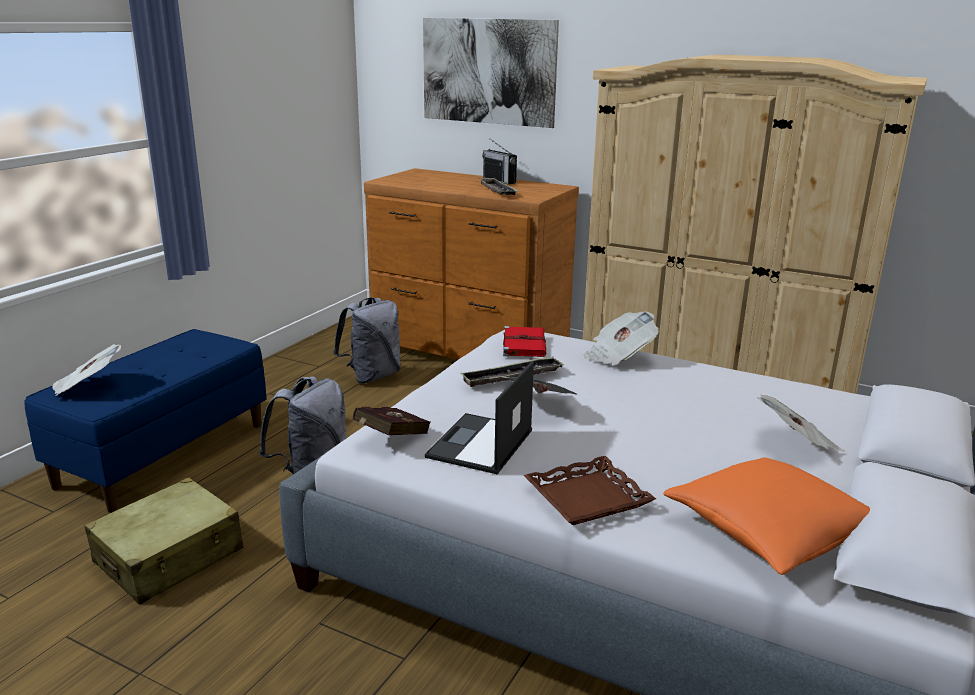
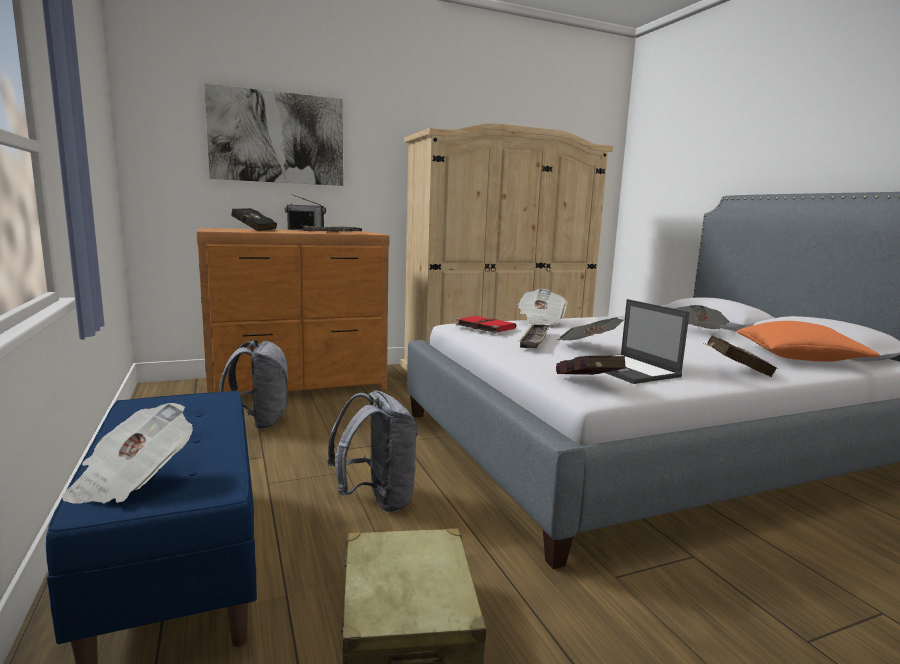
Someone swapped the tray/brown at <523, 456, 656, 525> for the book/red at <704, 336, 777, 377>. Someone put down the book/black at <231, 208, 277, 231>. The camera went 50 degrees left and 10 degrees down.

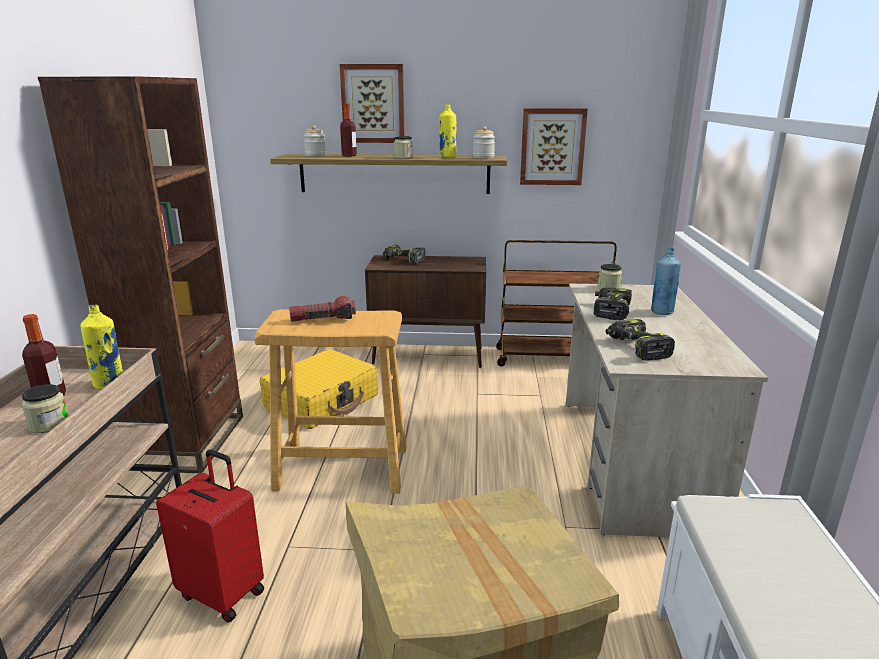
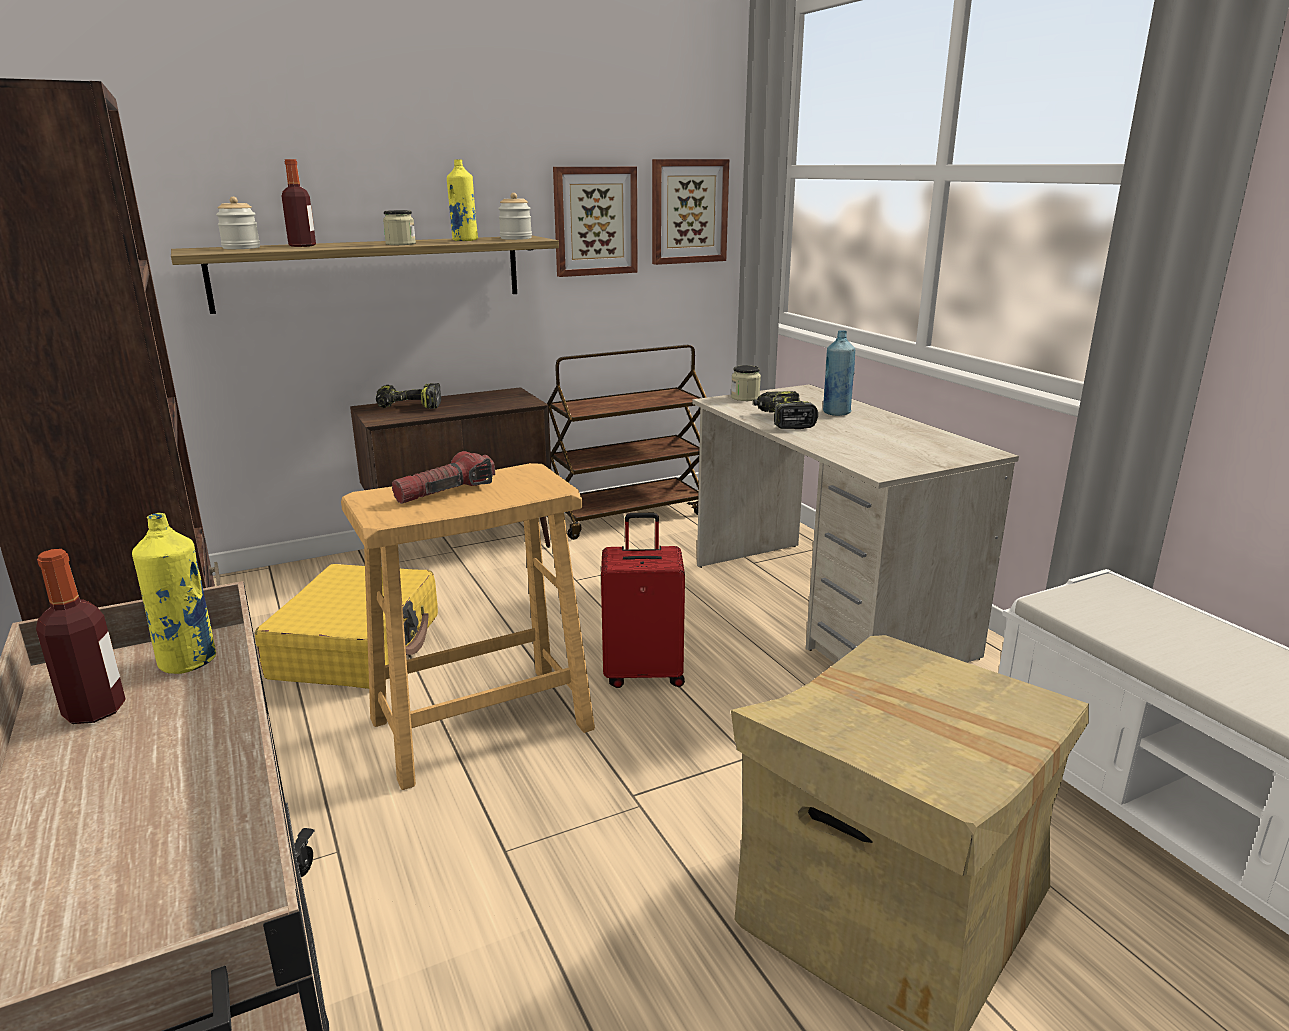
Someone took away the jar at <22, 384, 68, 433>. Someone carried the suitcase/red from <156, 450, 264, 623> to <601, 513, 685, 688>. Someone carried the picture from <340, 64, 405, 143> to <652, 159, 729, 265>. Someone took away the power drill at <605, 319, 675, 361>. The camera went 30 degrees left and 0 degrees up.

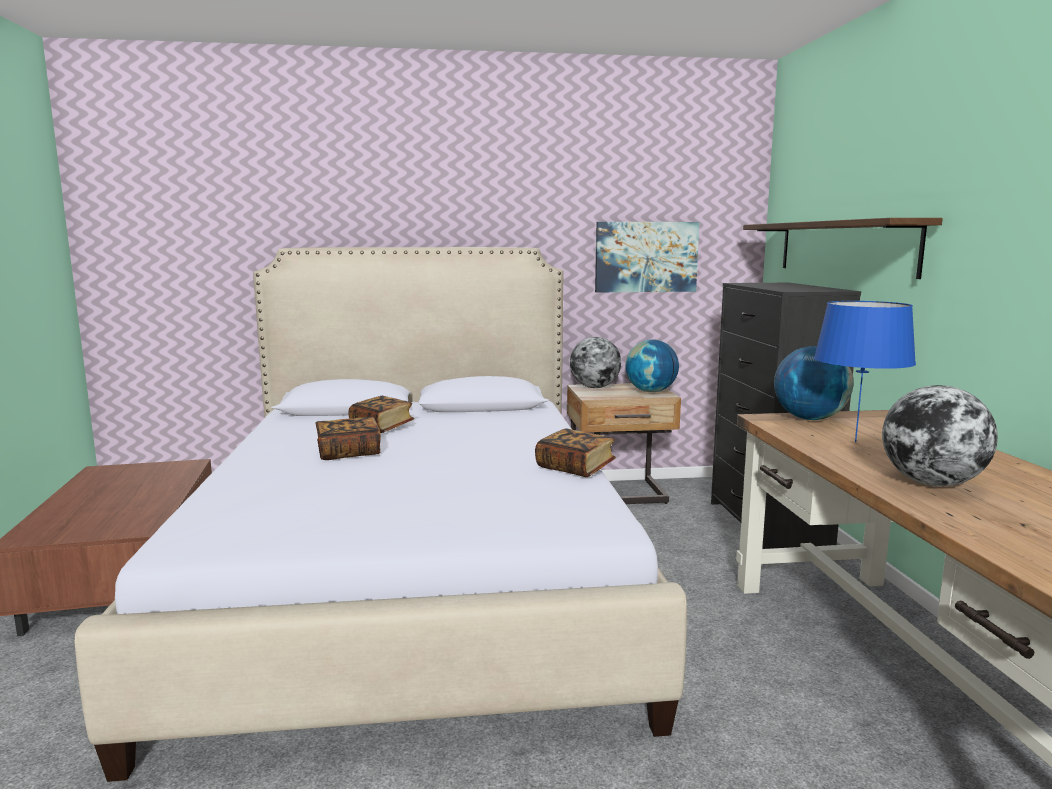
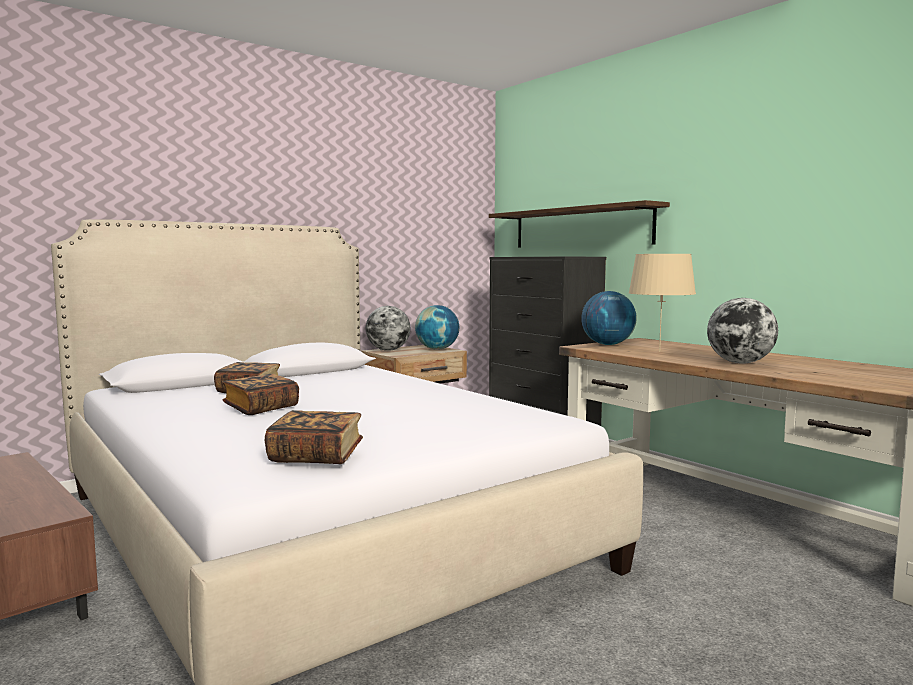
Someone carried the book from <535, 428, 616, 477> to <265, 410, 363, 464>. Someone took away the picture at <595, 222, 699, 292>. Someone repainted the table lamp/blue at <814, 301, 916, 442>, which became the table lamp/beige at <629, 254, 696, 352>. The camera went 30 degrees left and 5 degrees down.

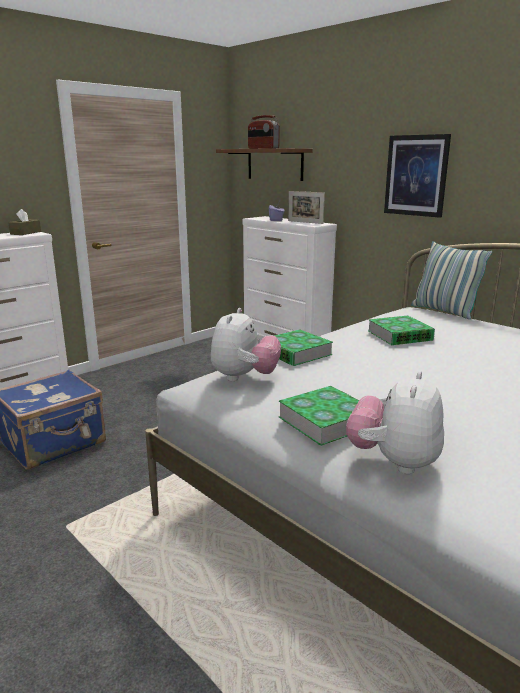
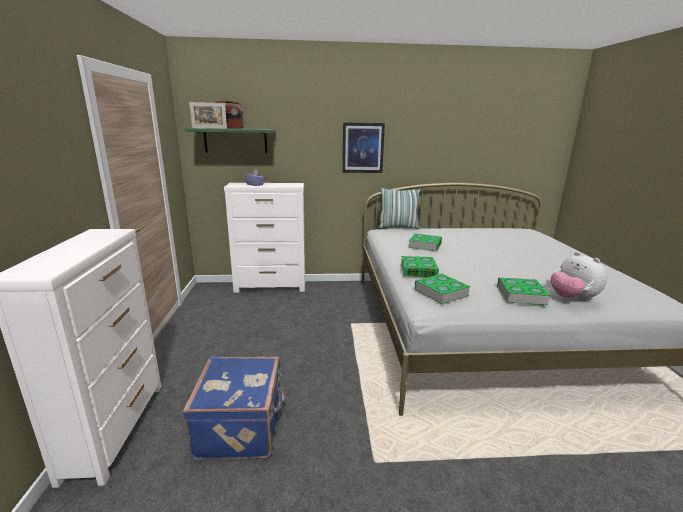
Someone took away the tissue box/brown at <8, 209, 41, 235>. Someone swapped the plush toy at <211, 308, 281, 381> for the book at <414, 274, 471, 304>. Someone repainted the shelf/brown at <216, 148, 313, 181>, which became the shelf/green at <185, 128, 275, 153>. Someone carried the picture frame from <288, 191, 325, 224> to <189, 102, 227, 129>. The camera went 50 degrees left and 0 degrees up.

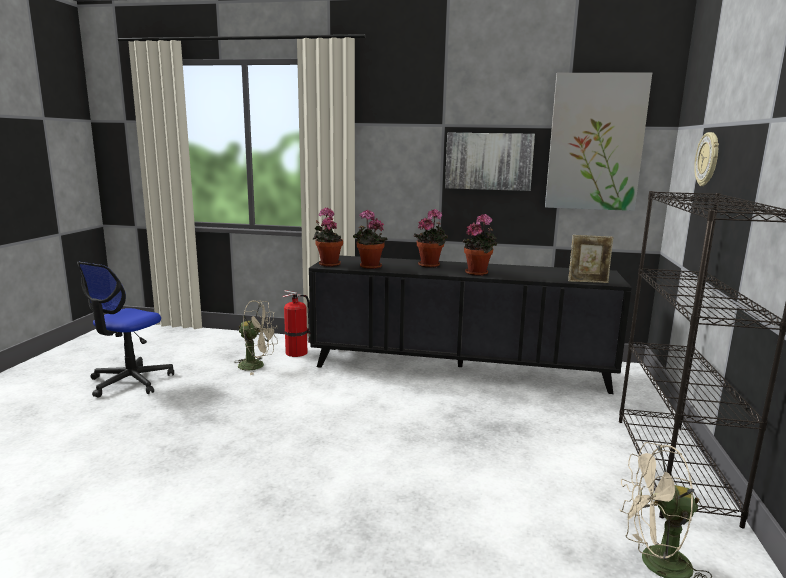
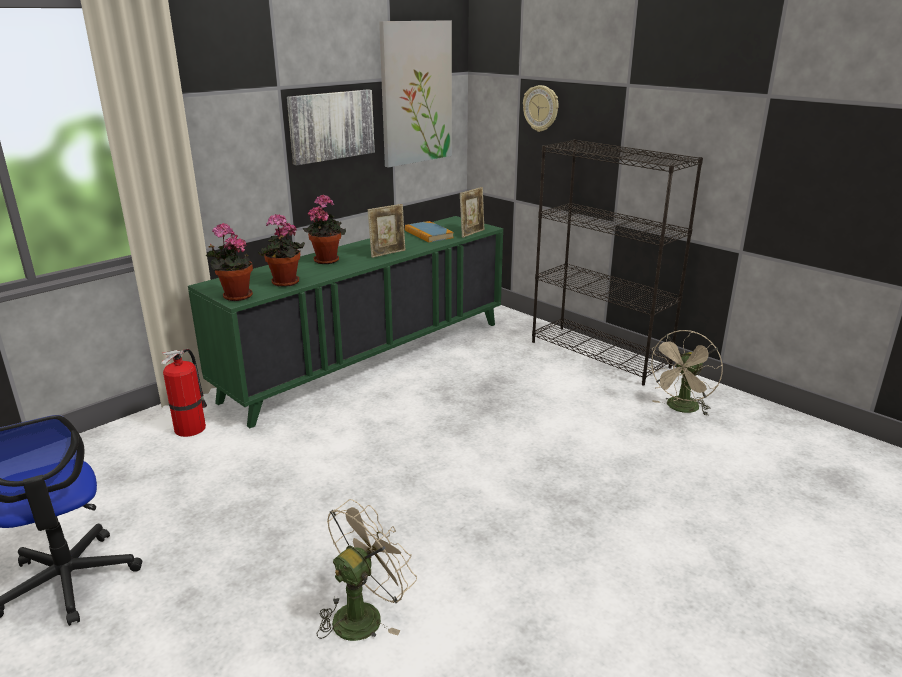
Someone carried the fan/beige from <234, 300, 278, 375> to <316, 499, 417, 641>. Someone repainted the cabinet/black at <309, 255, 632, 394>, which became the cabinet/green at <188, 216, 503, 428>. Someone swapped the potted plant at <463, 214, 497, 276> for the picture frame at <368, 204, 406, 258>. Someone put down the book at <405, 221, 454, 243>. The camera went 55 degrees left and 10 degrees up.

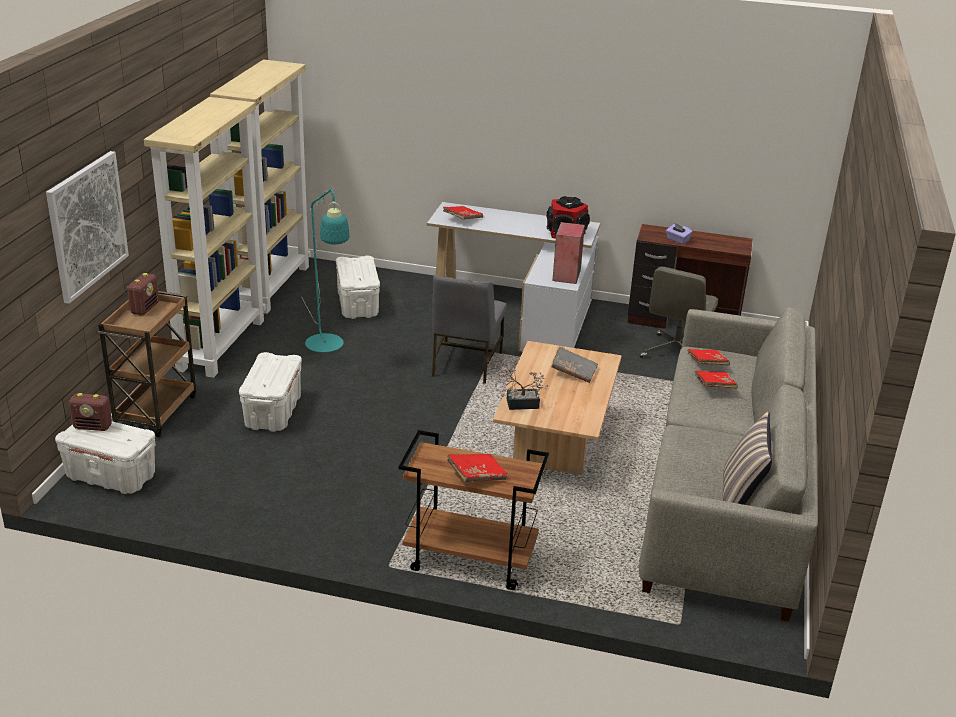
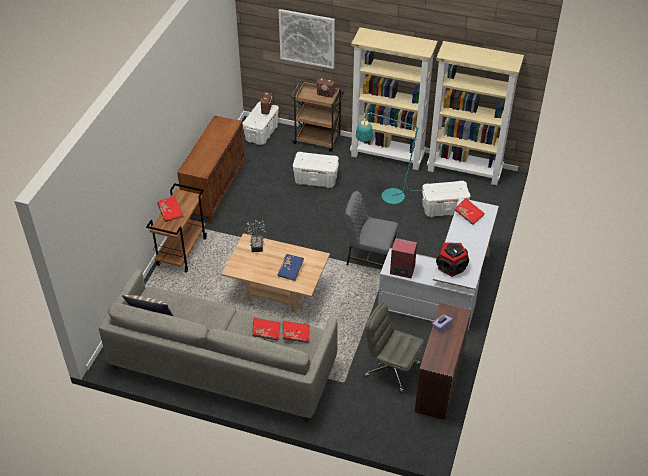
Someone repainted the book/grey at <551, 347, 598, 383>, which became the book/blue at <277, 254, 304, 281>. Someone put down the cabinet/brown at <177, 115, 245, 224>. The camera went 95 degrees right and 15 degrees up.

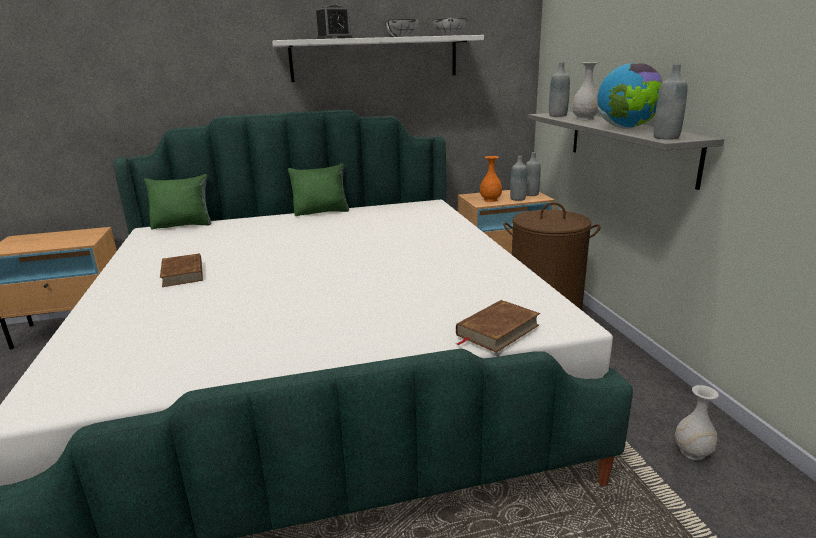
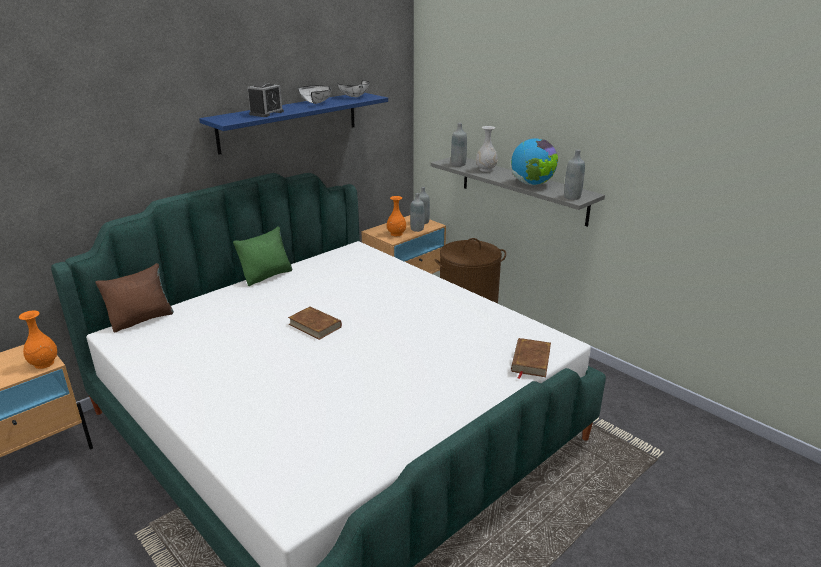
Someone repainted the pillow/green at <144, 174, 211, 229>, which became the pillow/brown at <95, 263, 174, 332>. Someone carried the book/brown from <160, 253, 203, 287> to <288, 306, 342, 340>. Someone repainted the shelf/white at <272, 35, 484, 82>, which became the shelf/blue at <199, 93, 388, 155>. Someone took away the vase/white at <675, 385, 719, 460>. Someone put down the vase/orange at <19, 310, 57, 369>. The camera went 30 degrees left and 5 degrees up.

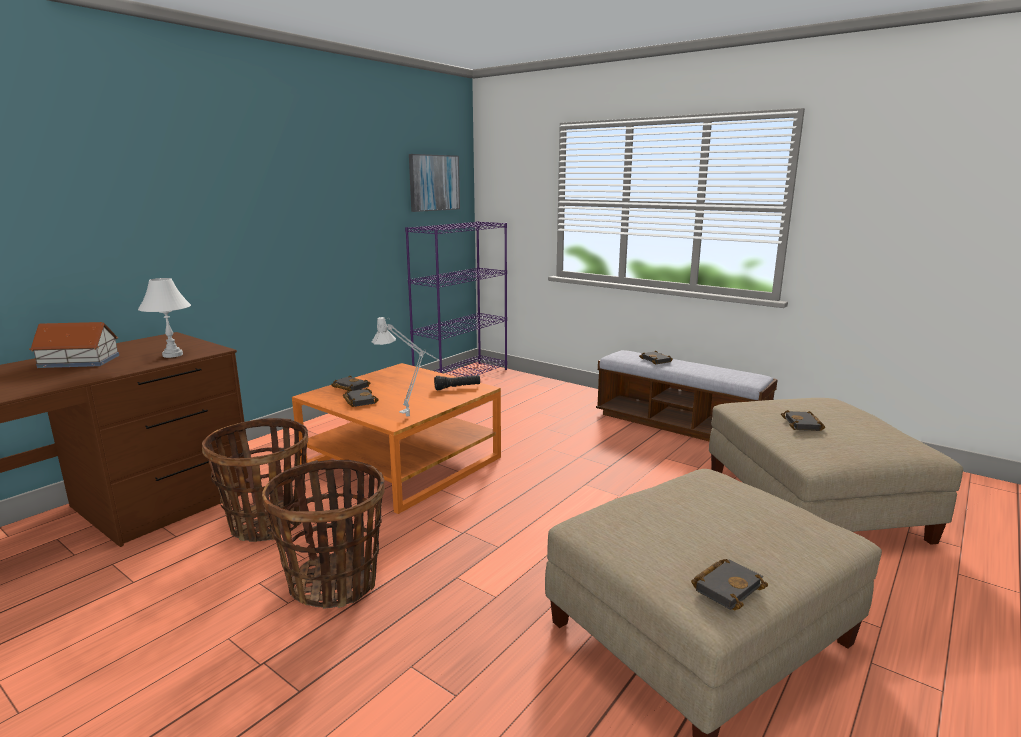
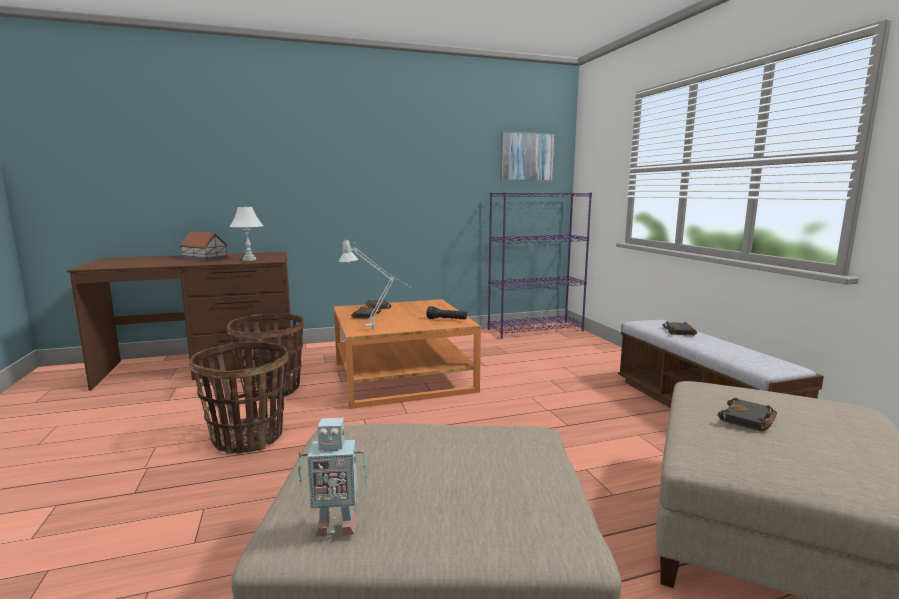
Someone swapped the book/black at <691, 559, 768, 610> for the toy robot at <298, 418, 367, 537>. The camera went 35 degrees right and 5 degrees down.

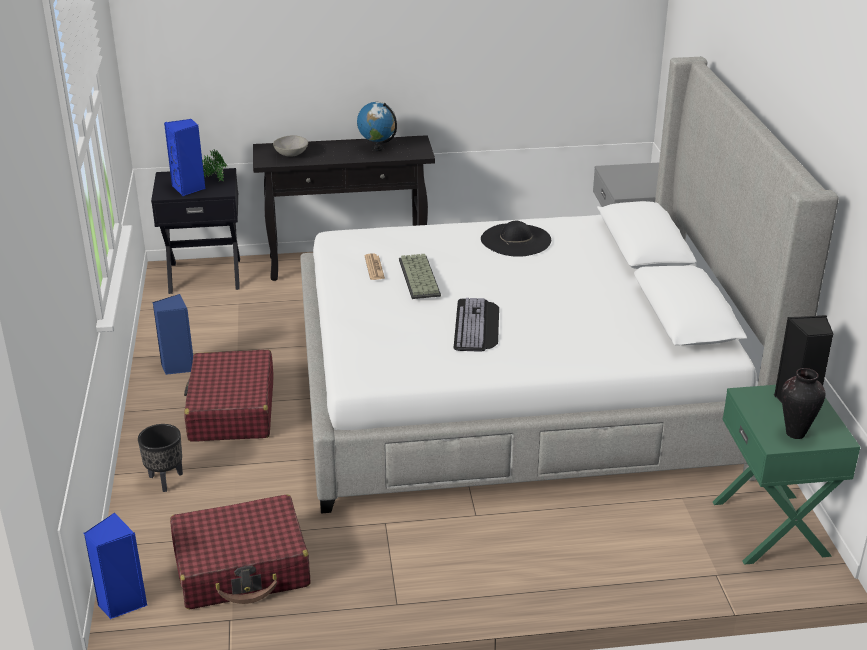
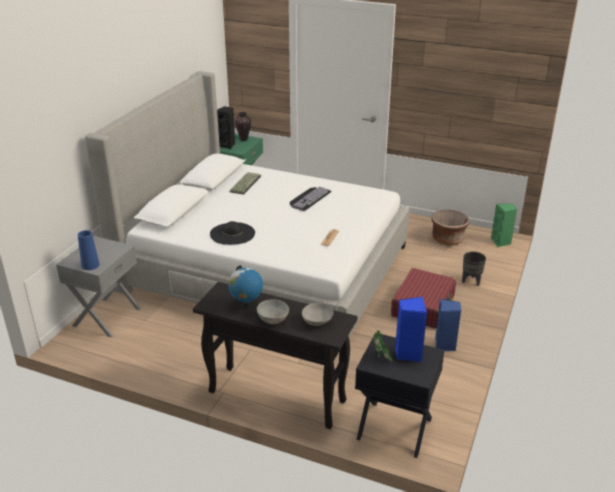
Someone repainted the speaker/blue at <83, 513, 147, 619>, which became the speaker/green at <491, 204, 517, 247>. Someone swapped the suitcase/red at <170, 495, 311, 609> for the planter/brown at <432, 210, 469, 246>. Someone carried the keyboard from <399, 254, 441, 299> to <230, 172, 261, 195>. Someone put down the vase/blue at <78, 230, 100, 270>. Someone put down the bowl/grey at <257, 299, 289, 324>. The camera went 150 degrees left and 0 degrees up.

